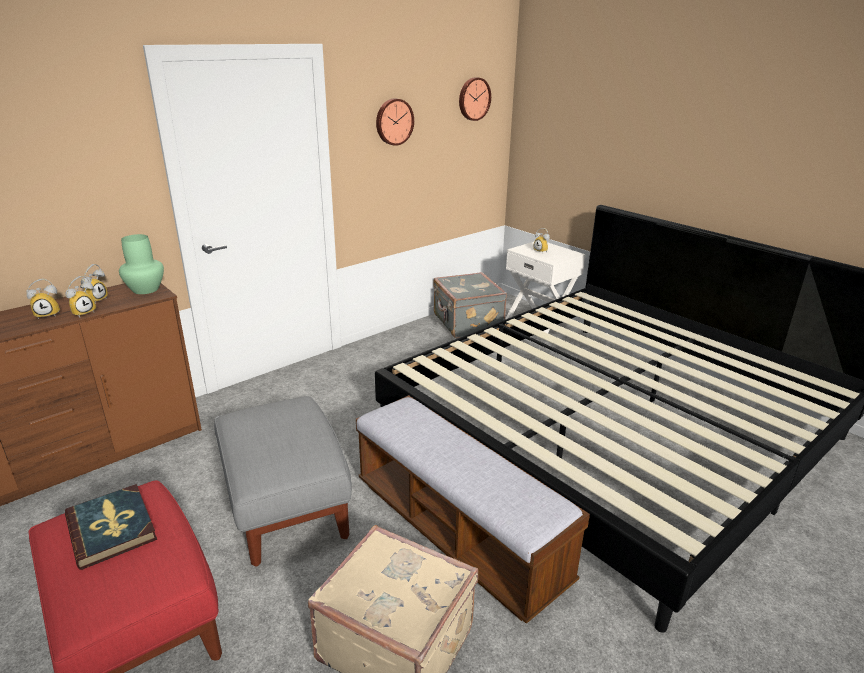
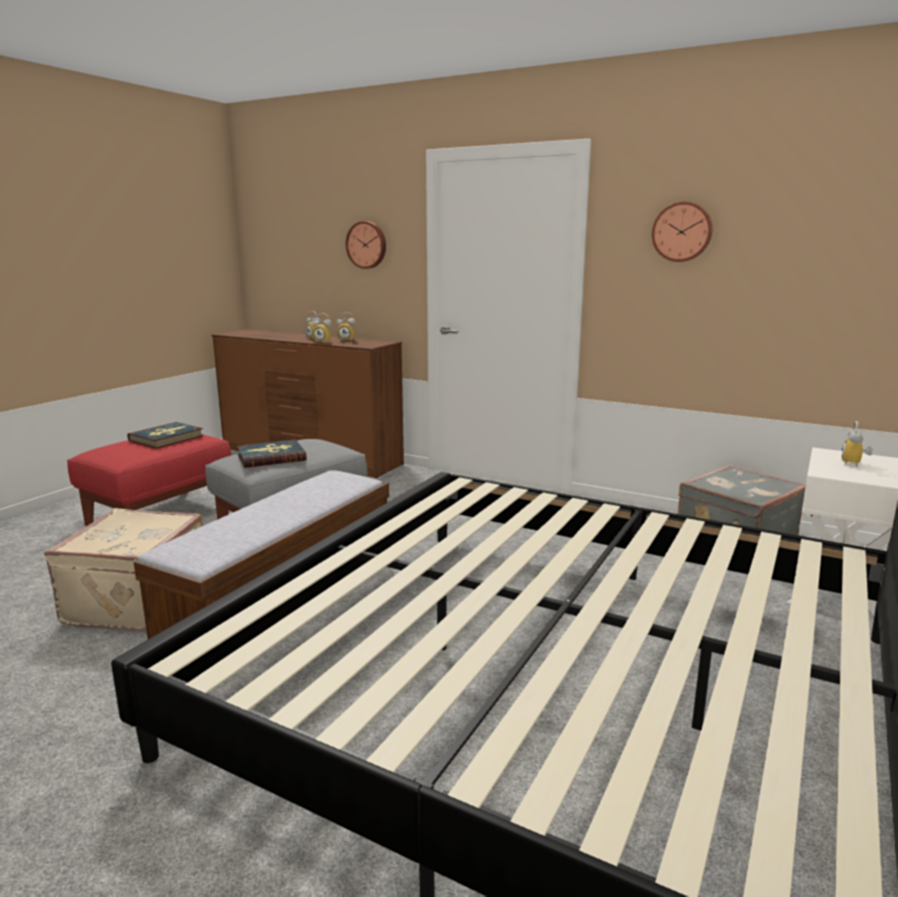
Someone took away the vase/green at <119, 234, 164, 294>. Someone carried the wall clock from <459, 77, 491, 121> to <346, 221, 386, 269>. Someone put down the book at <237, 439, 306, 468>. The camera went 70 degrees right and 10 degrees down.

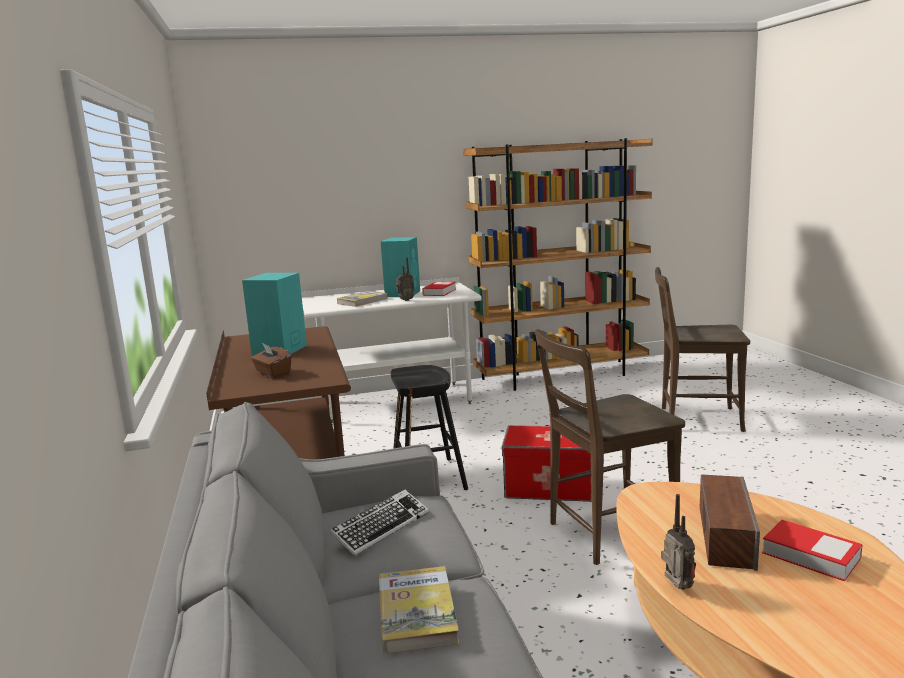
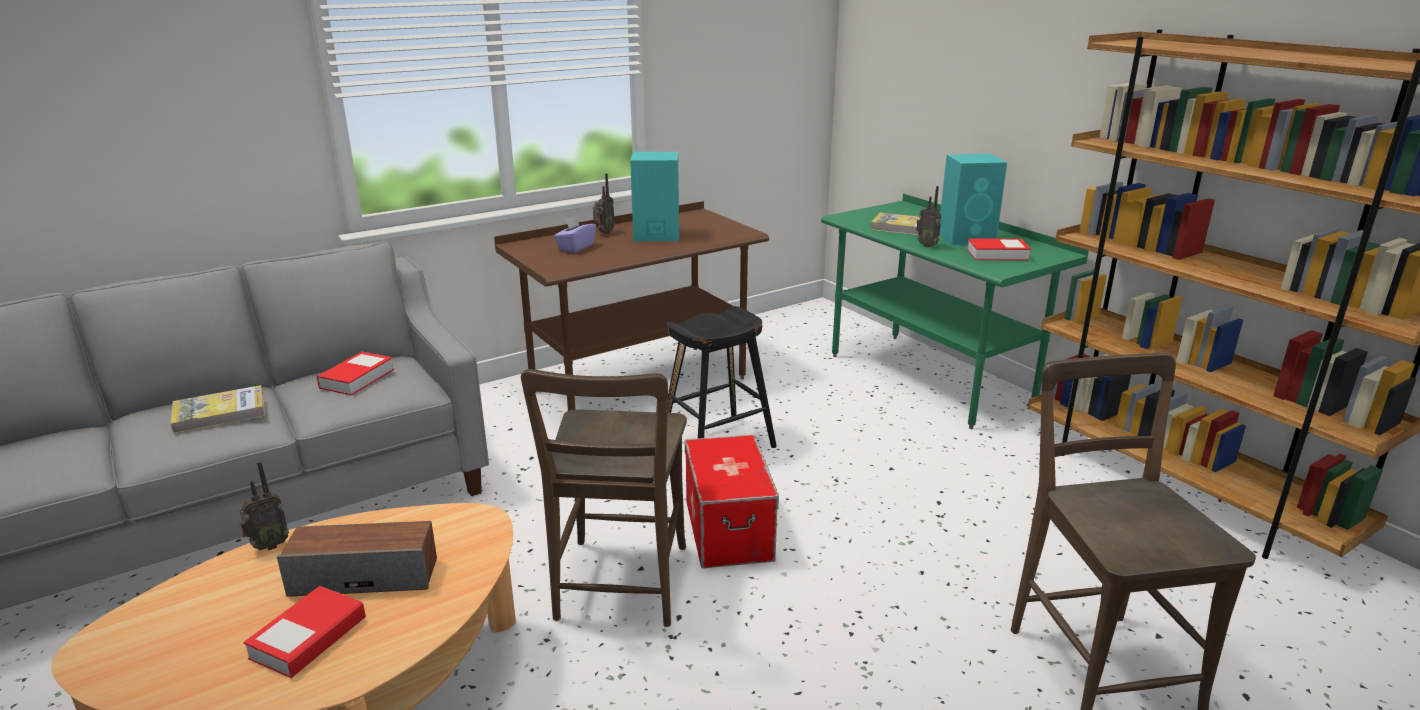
Someone repainted the tissue box/brown at <251, 343, 292, 378>, which became the tissue box/purple at <554, 215, 596, 253>. Someone repainted the desk/white at <301, 277, 482, 423>, which became the desk/green at <821, 194, 1089, 429>. Someone swapped the keyboard at <330, 489, 429, 556> for the book at <317, 352, 394, 395>. Someone rotated the chair/brown at <535, 329, 685, 565> by 135 degrees counterclockwise. Someone put down the radio at <593, 174, 615, 234>. The camera went 70 degrees right and 10 degrees up.

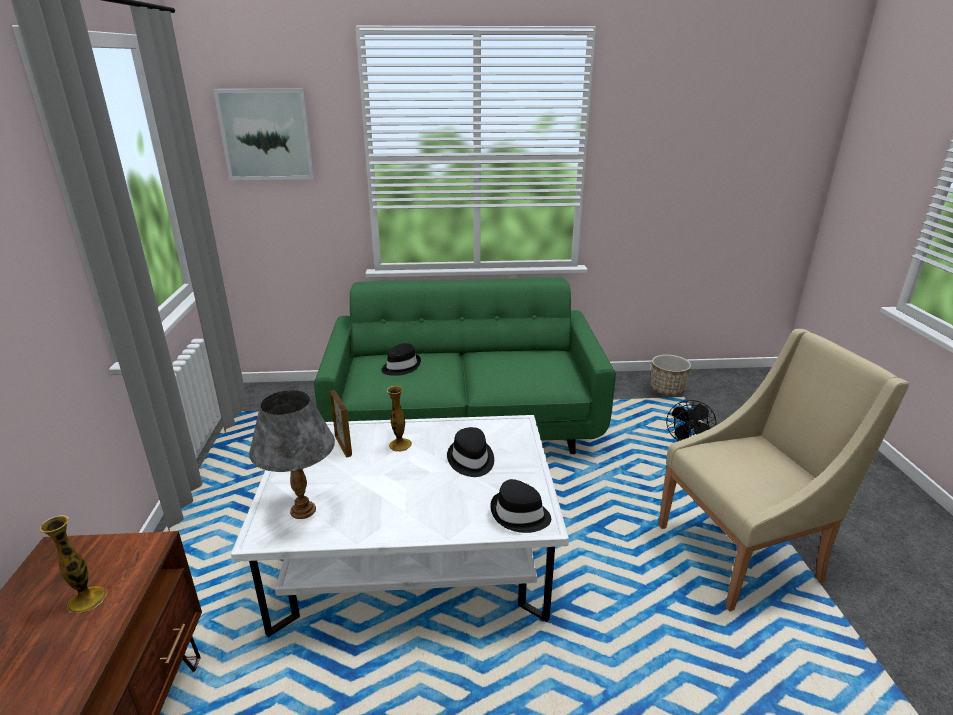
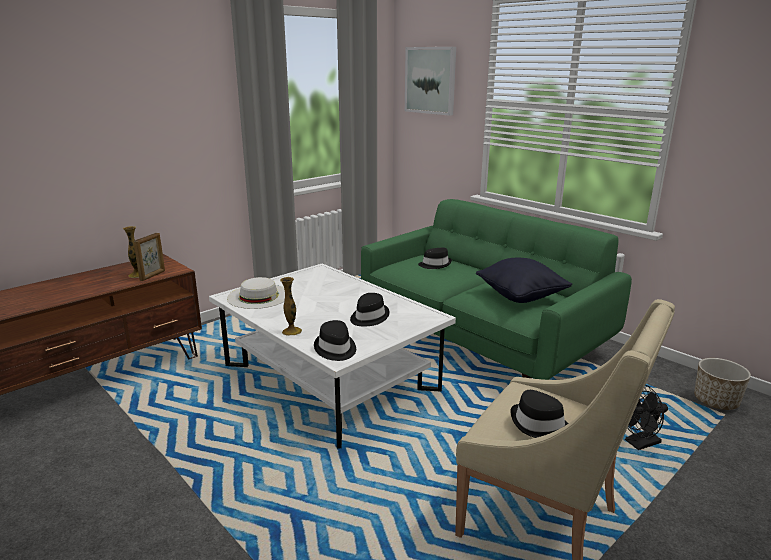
Someone swapped the table lamp/grey at <249, 390, 335, 519> for the hat/white at <227, 277, 285, 309>. Someone carried the picture frame from <330, 390, 352, 458> to <134, 233, 165, 281>. Someone carried the vase from <387, 386, 412, 452> to <280, 277, 302, 336>. Someone put down the pillow/black at <476, 258, 572, 303>. Someone put down the hat/black at <510, 390, 569, 438>. The camera went 50 degrees right and 5 degrees down.

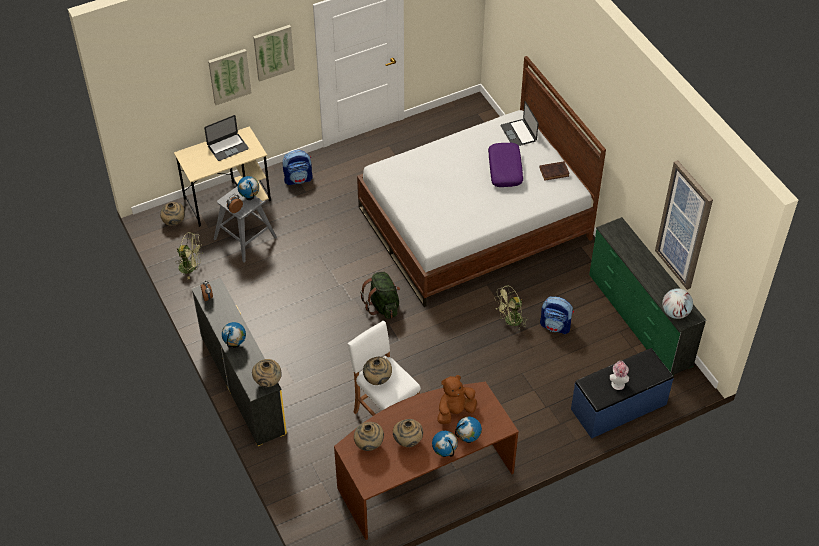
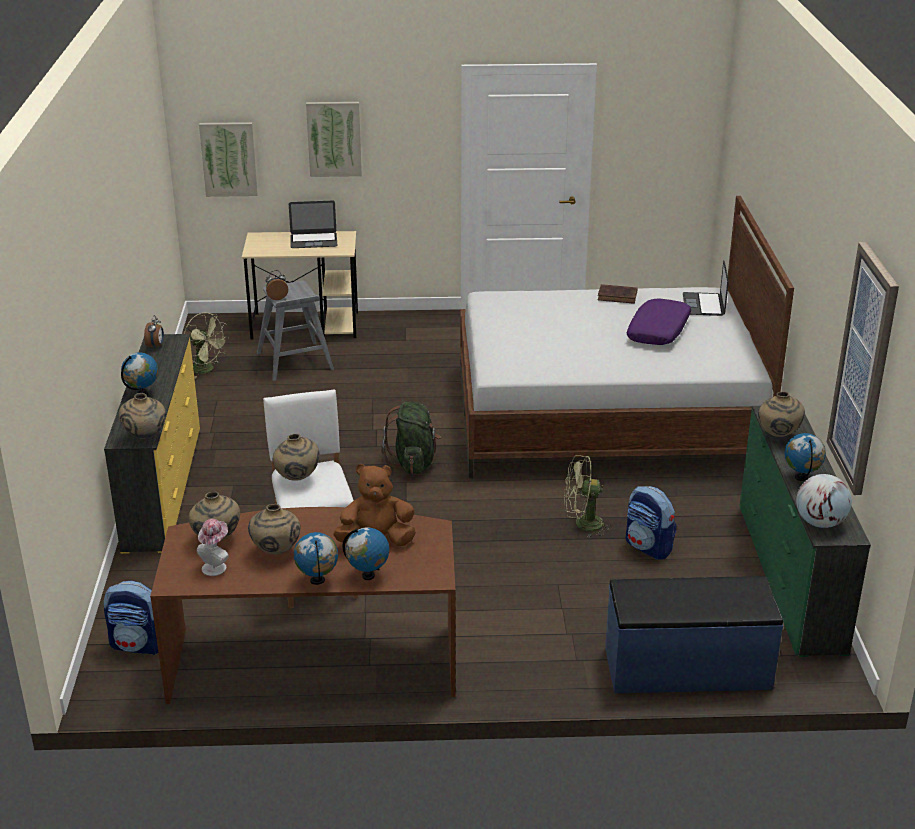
Someone carried the vase/beige from <160, 202, 185, 226> to <758, 391, 805, 437>. Someone carried the globe from <237, 176, 259, 200> to <784, 433, 826, 481>. Someone carried the picture from <253, 25, 295, 82> to <199, 122, 258, 197>. Someone carried the backpack from <283, 150, 313, 185> to <104, 581, 158, 655>. Someone carried the book/brown from <539, 161, 570, 181> to <598, 284, 638, 304>. Someone carried the hat from <610, 361, 629, 390> to <197, 519, 229, 576>. The camera went 25 degrees right and 20 degrees down.

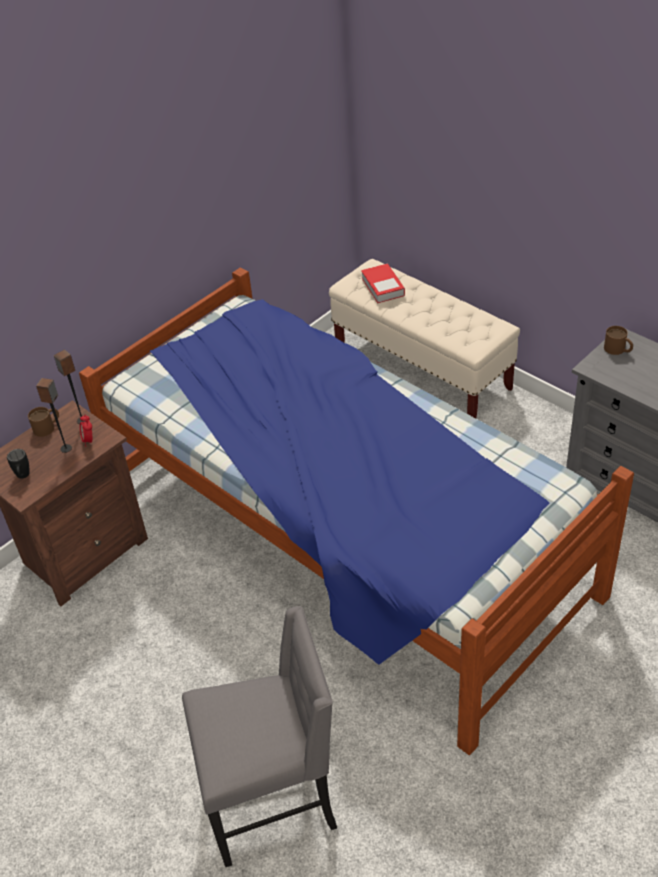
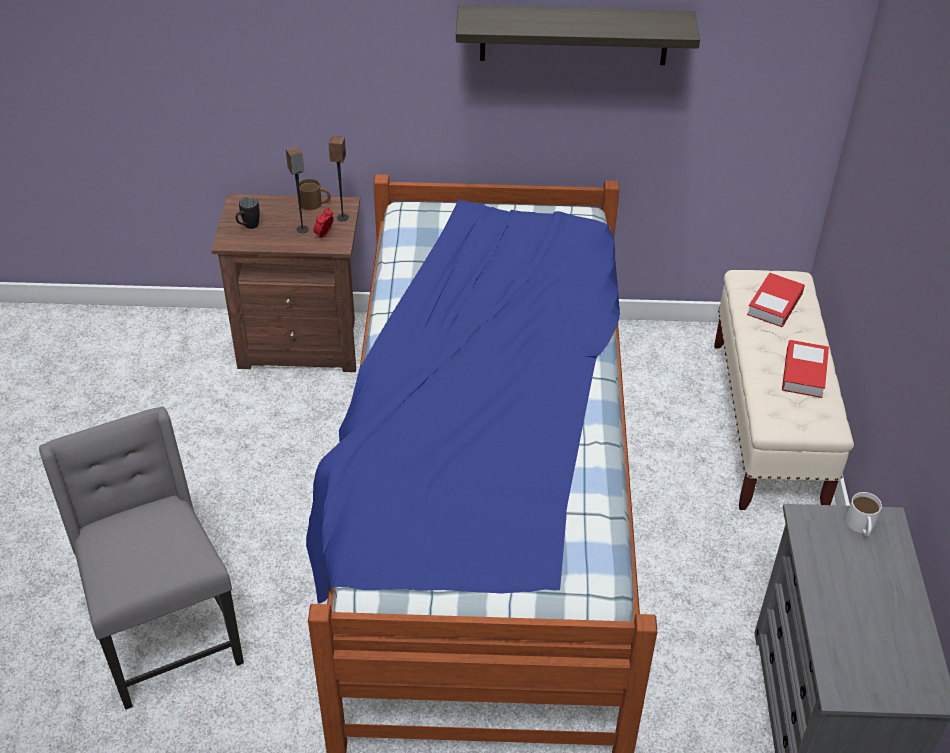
Someone rotated the chair/grey at <182, 606, 337, 867> by 150 degrees counterclockwise. Someone repainted the mug/brown at <604, 326, 633, 355>, which became the mug/white at <846, 492, 882, 537>. Someone put up the shelf at <456, 5, 700, 65>. Someone put down the book at <782, 340, 829, 398>. The camera went 45 degrees right and 0 degrees up.

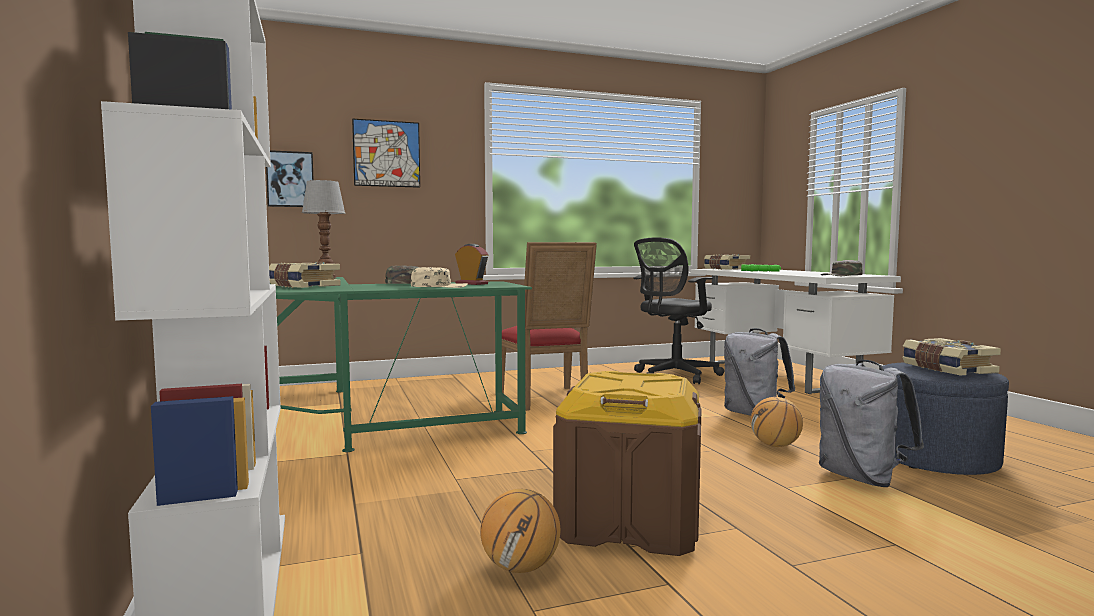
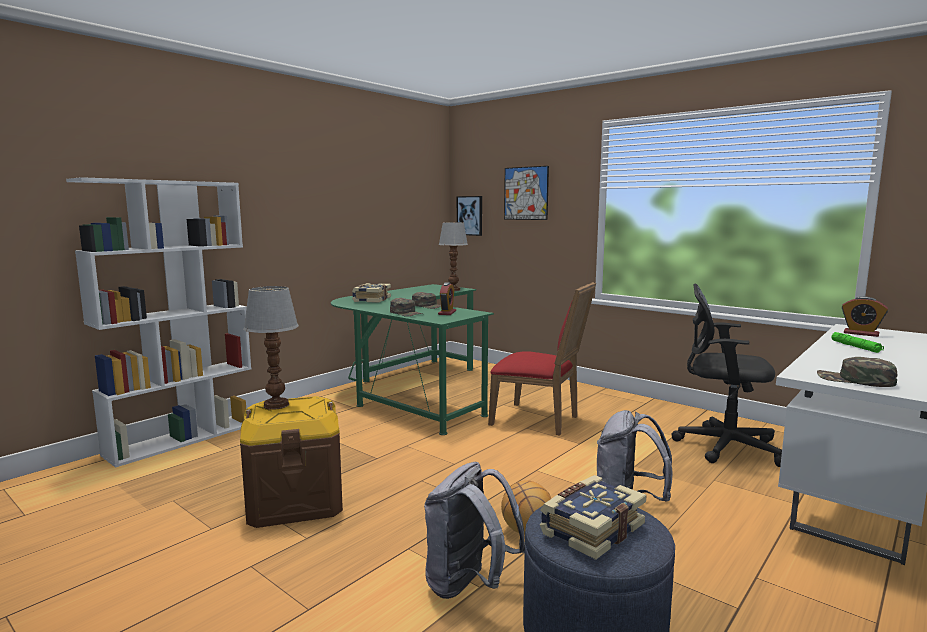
Someone repainted the cap/beige at <411, 267, 468, 288>, which became the cap/green at <390, 298, 422, 317>. Someone took away the basketball at <480, 489, 560, 573>. Someone rotated the chair/red at <502, 242, 597, 411> by 105 degrees counterclockwise. Someone swapped the book at <704, 254, 750, 270> for the alarm clock at <842, 297, 888, 337>. Someone put down the table lamp at <243, 286, 299, 410>. The camera went 60 degrees right and 5 degrees up.

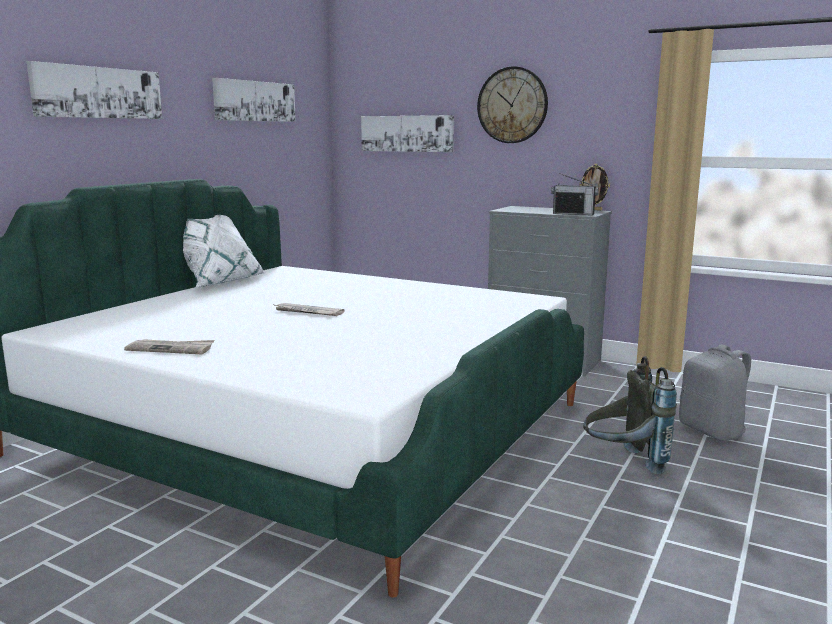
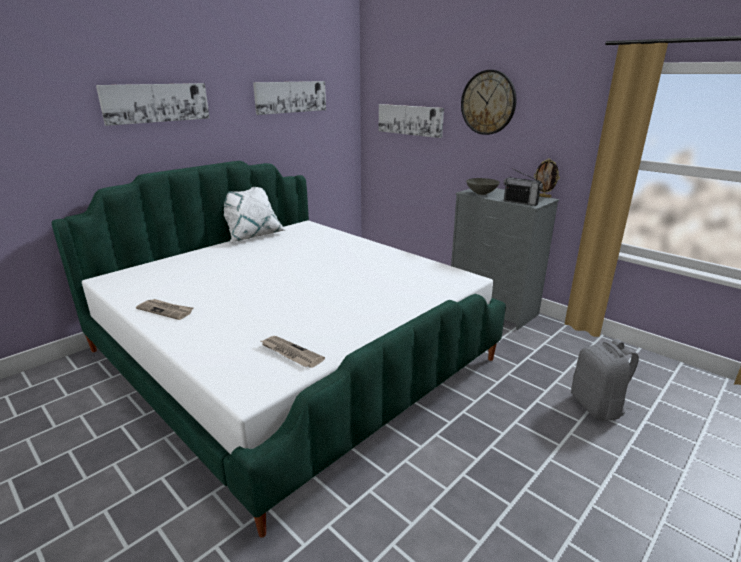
Someone carried the newspaper from <275, 303, 345, 316> to <261, 336, 325, 368>. Someone took away the backpack/grey at <583, 356, 677, 474>. Someone put down the bowl/grey at <466, 178, 500, 195>. The camera went 15 degrees right and 10 degrees up.

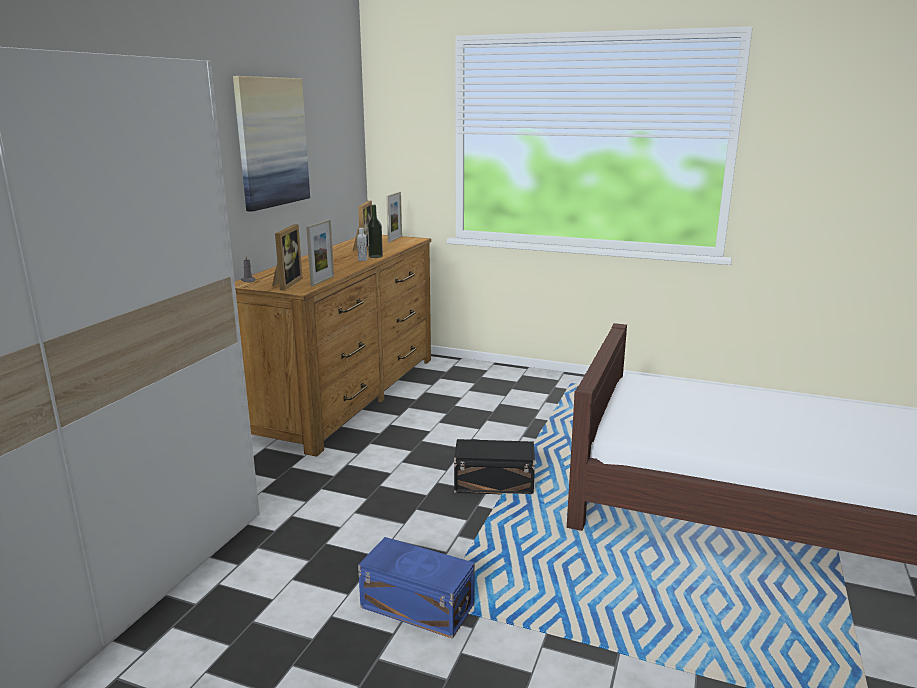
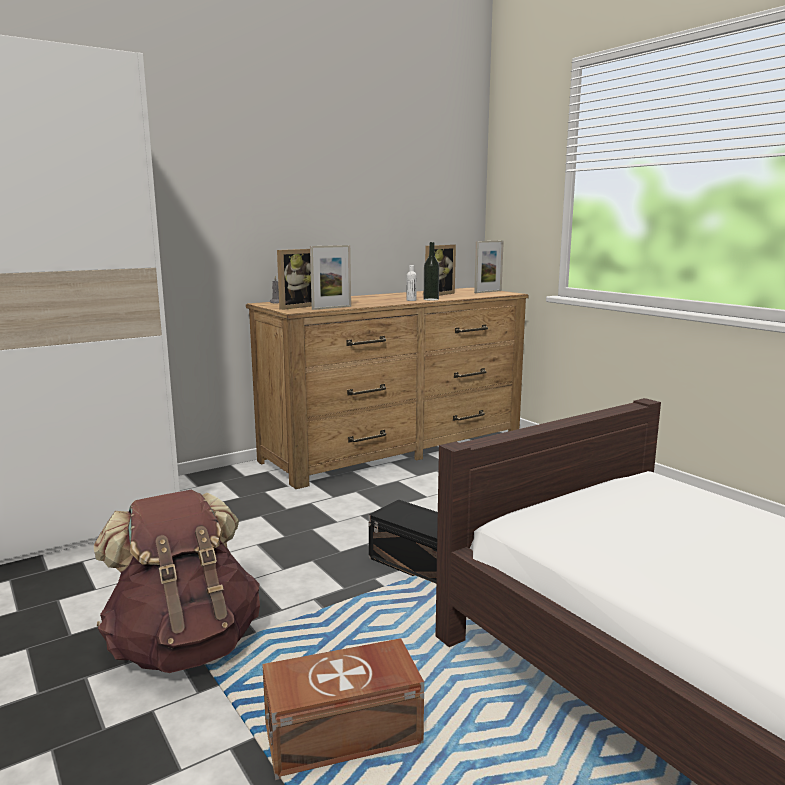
Someone took away the picture at <233, 76, 310, 212>. Someone swapped the storage box/blue at <358, 537, 475, 639> for the backpack/brown at <94, 490, 260, 673>. Someone put down the storage box/brown at <262, 638, 424, 780>. The camera went 35 degrees right and 5 degrees down.

